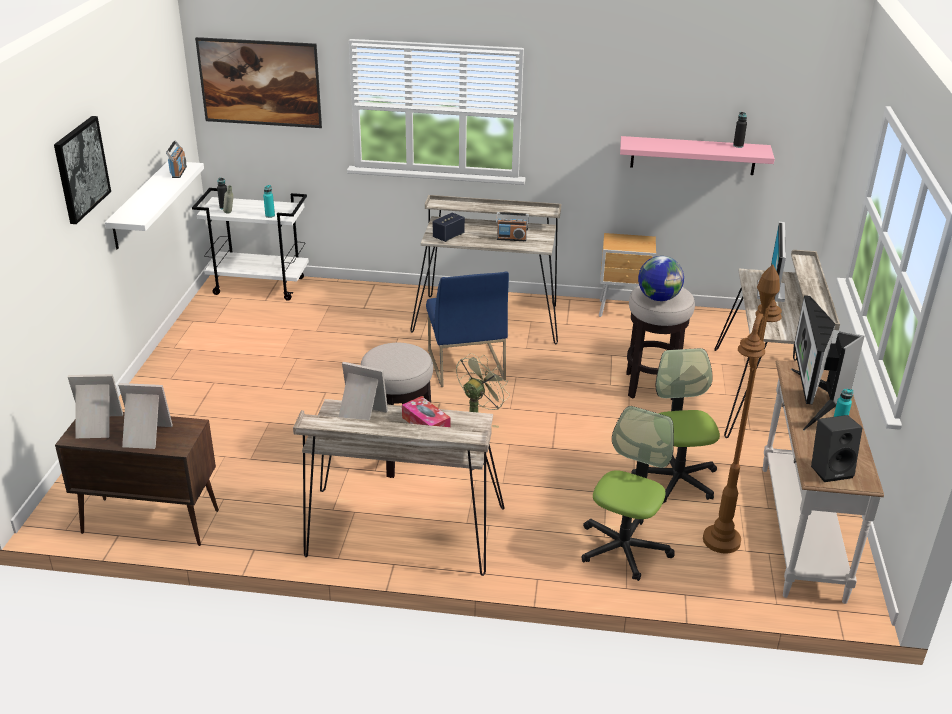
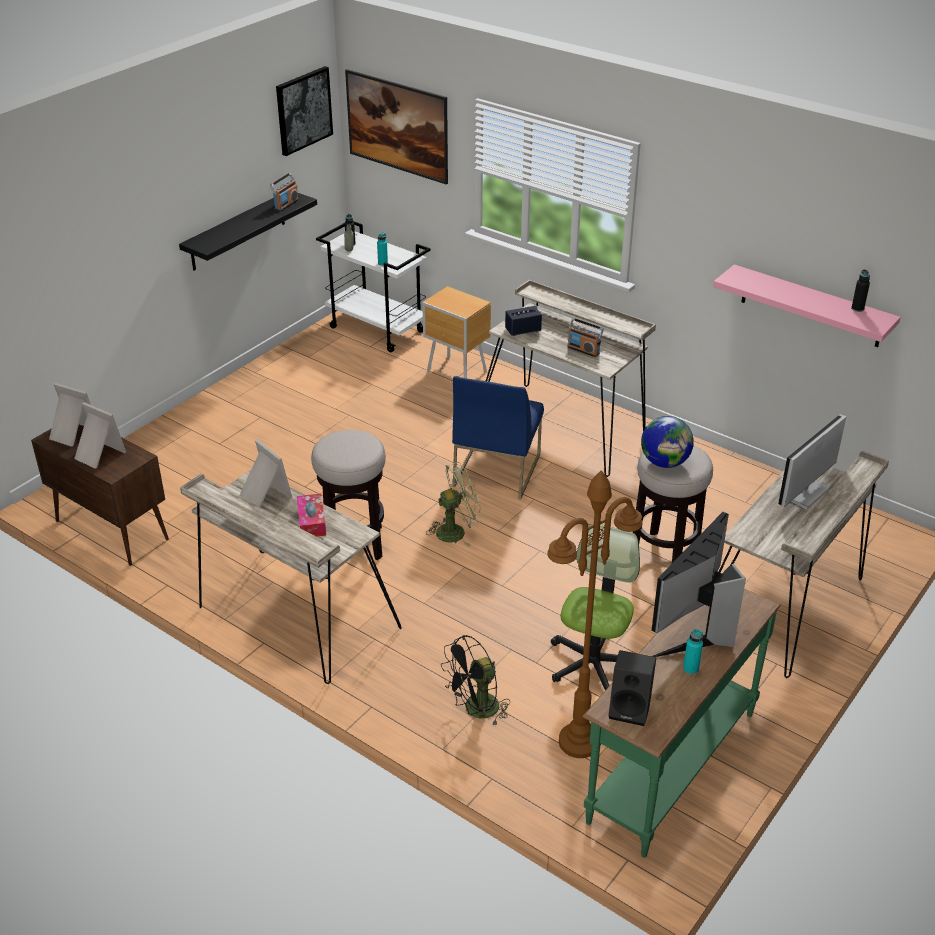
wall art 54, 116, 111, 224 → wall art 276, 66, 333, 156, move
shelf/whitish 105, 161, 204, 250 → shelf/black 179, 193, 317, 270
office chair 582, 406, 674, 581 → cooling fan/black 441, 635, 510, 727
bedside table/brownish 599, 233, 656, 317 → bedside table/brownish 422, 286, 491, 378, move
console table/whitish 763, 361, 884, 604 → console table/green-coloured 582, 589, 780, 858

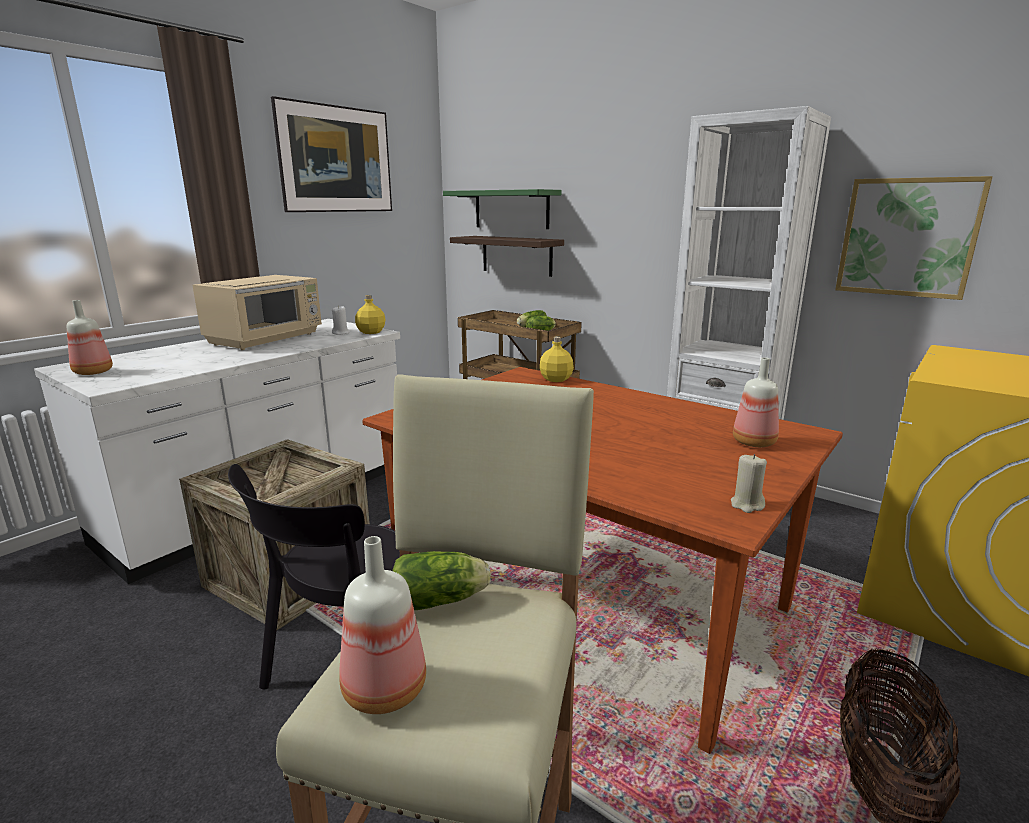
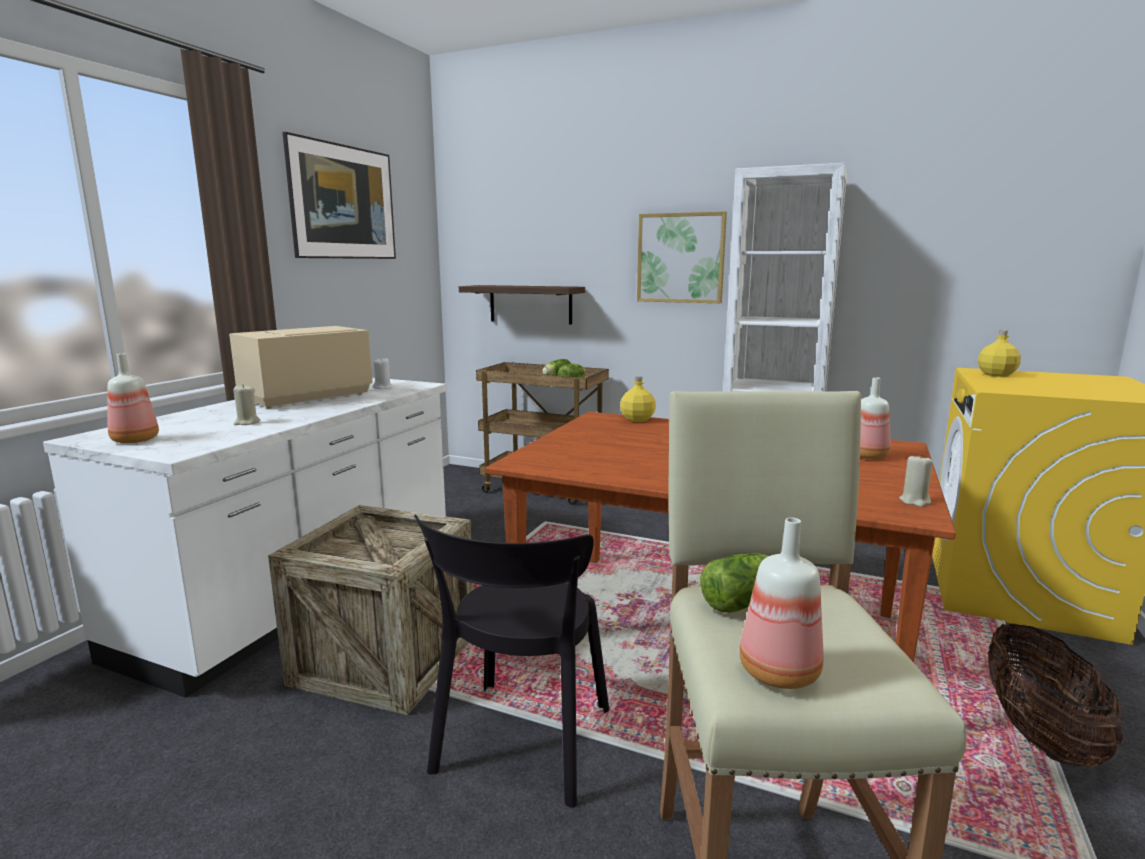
microwave oven/beige 192, 275, 322, 350 → microwave oven/beige 229, 326, 373, 409, 150 degrees counterclockwise
bottle/yellowish 355, 295, 385, 334 → bottle/yellowish 978, 330, 1021, 377, move
shelf/green-coloured 443, 189, 562, 229 → -
wall art 835, 176, 993, 300 → wall art 637, 211, 727, 303, move
- → candle/beige 234, 384, 260, 425

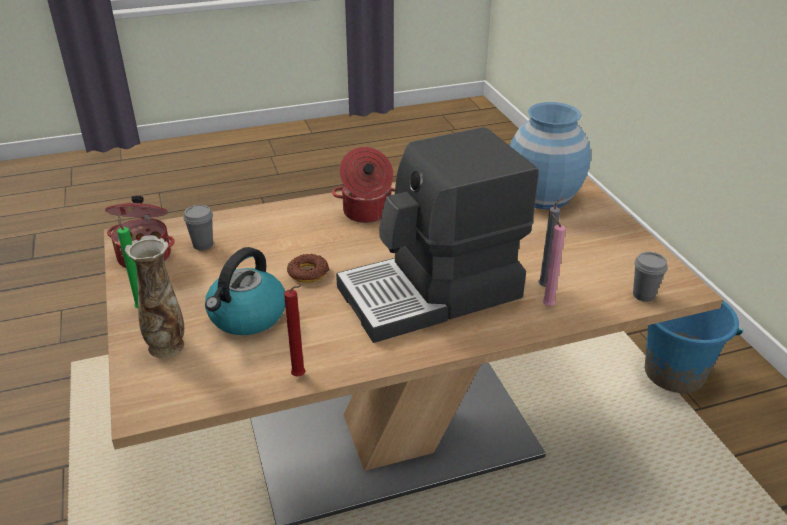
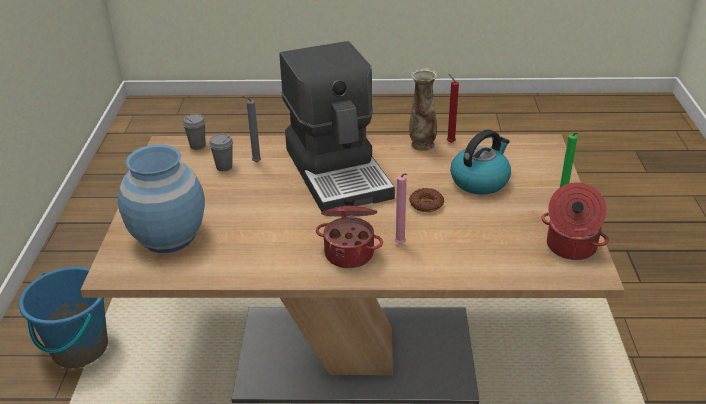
vase 125, 235, 184, 358 → vase 409, 68, 438, 151, move
drinking cup/gray 183, 205, 213, 250 → drinking cup/gray 209, 134, 233, 171, move
coffee maker 336, 127, 539, 343 → coffee maker 280, 41, 395, 212, 75 degrees clockwise
candle/pinkish 542, 214, 566, 306 → candle/pinkish 395, 173, 407, 244, move

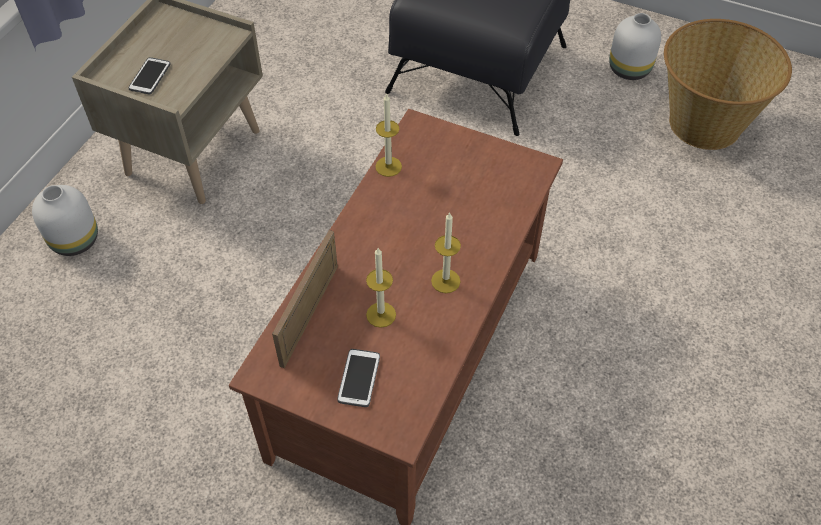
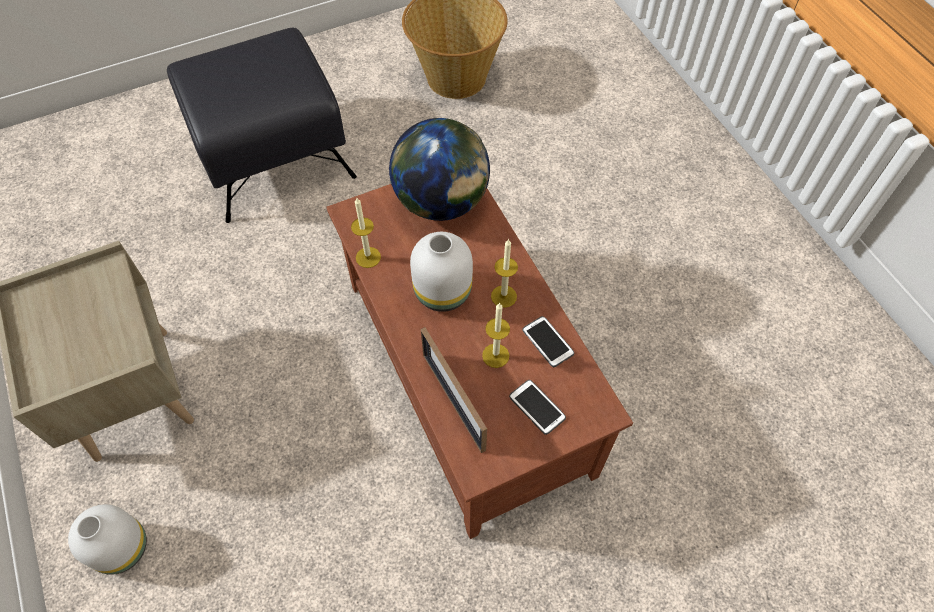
phone 128, 57, 171, 95 → phone 522, 316, 574, 367, move
vase/whitish 609, 13, 661, 80 → vase/whitish 410, 232, 473, 312, move
- → desk globe 389, 118, 490, 221

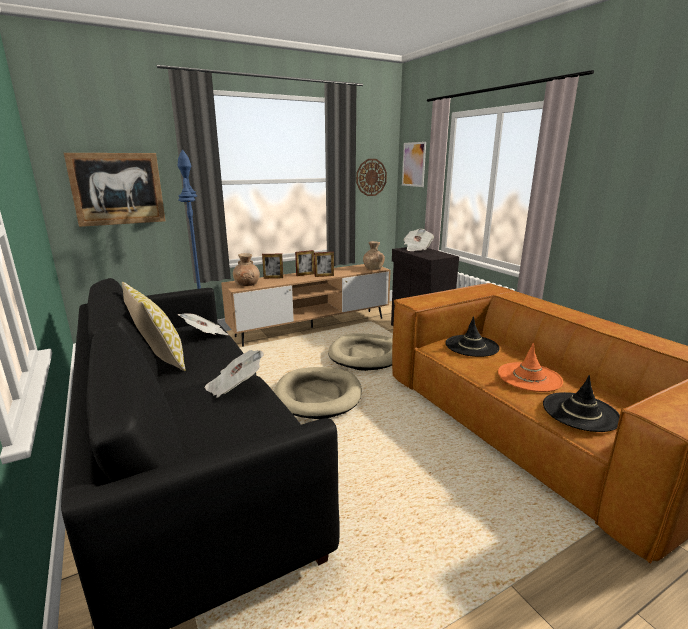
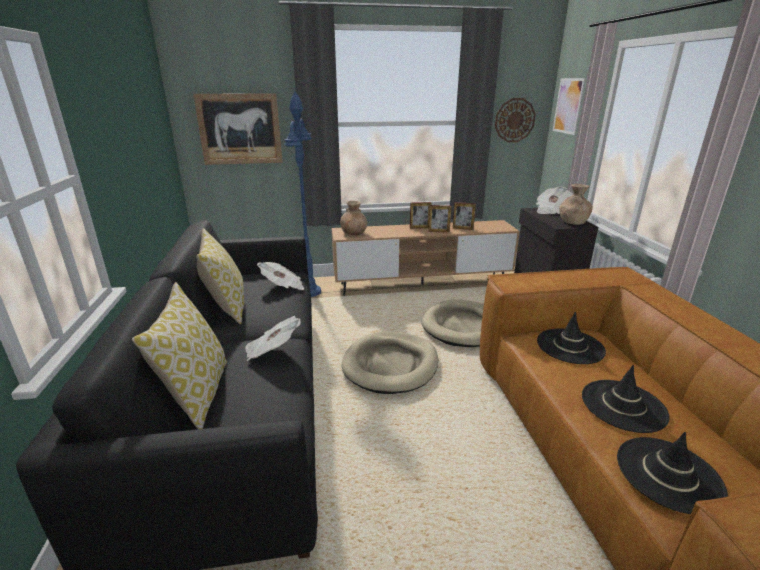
photo frame 262, 254, 283, 279 → photo frame 453, 202, 476, 230, move
vase/brownish 363, 241, 385, 270 → vase/brownish 559, 184, 593, 225, move
clothing hat/orange-coloured 498, 343, 563, 392 → clothing hat/black 582, 365, 670, 433
- → throw pillow 132, 282, 227, 429

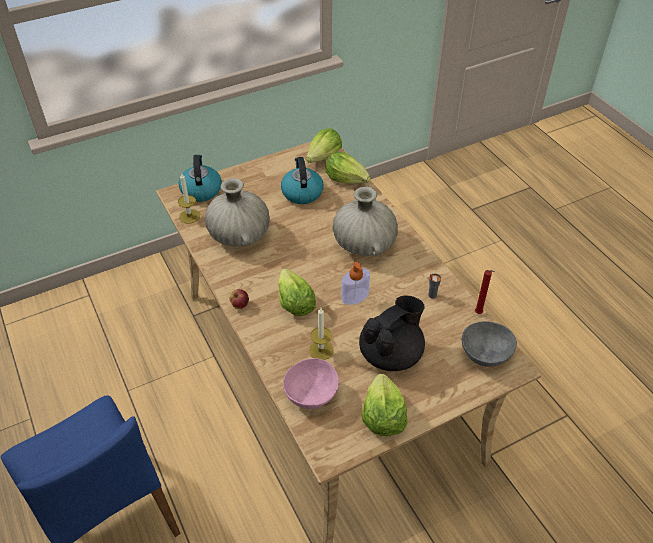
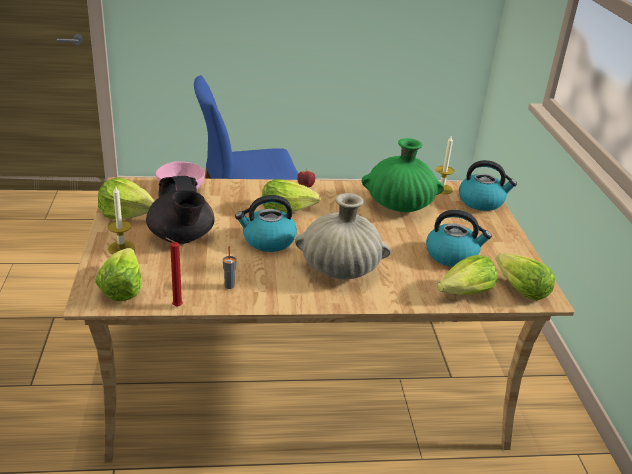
vase/beige 205, 178, 270, 247 → vase/green-coloured 362, 138, 444, 212
candle 309, 308, 334, 360 → candle 108, 185, 135, 255, move
soap dispenser 341, 262, 370, 305 → kettle 235, 195, 297, 252
serving bowl/gray 462, 321, 517, 367 → head of lettuce 95, 248, 142, 301

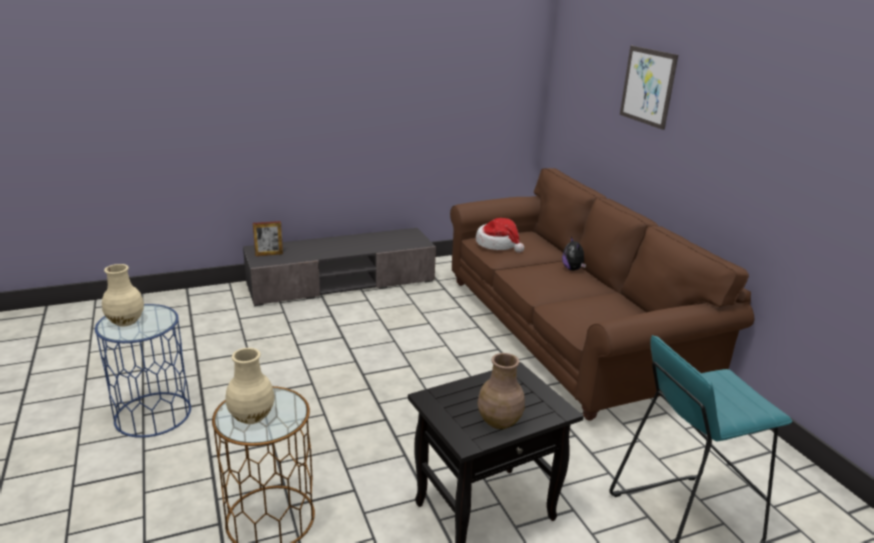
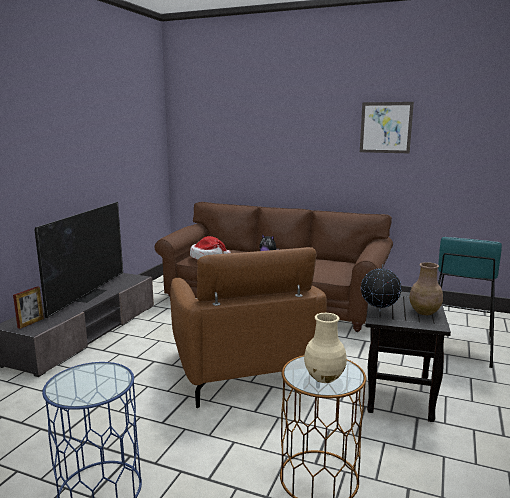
vase/beige 102, 264, 144, 327 → -
wall art 620, 46, 678, 130 → wall art 360, 102, 414, 153, move
- → TV 35, 202, 123, 318
- → easy chair/brownish 170, 247, 327, 408
- → desk globe 361, 264, 401, 312

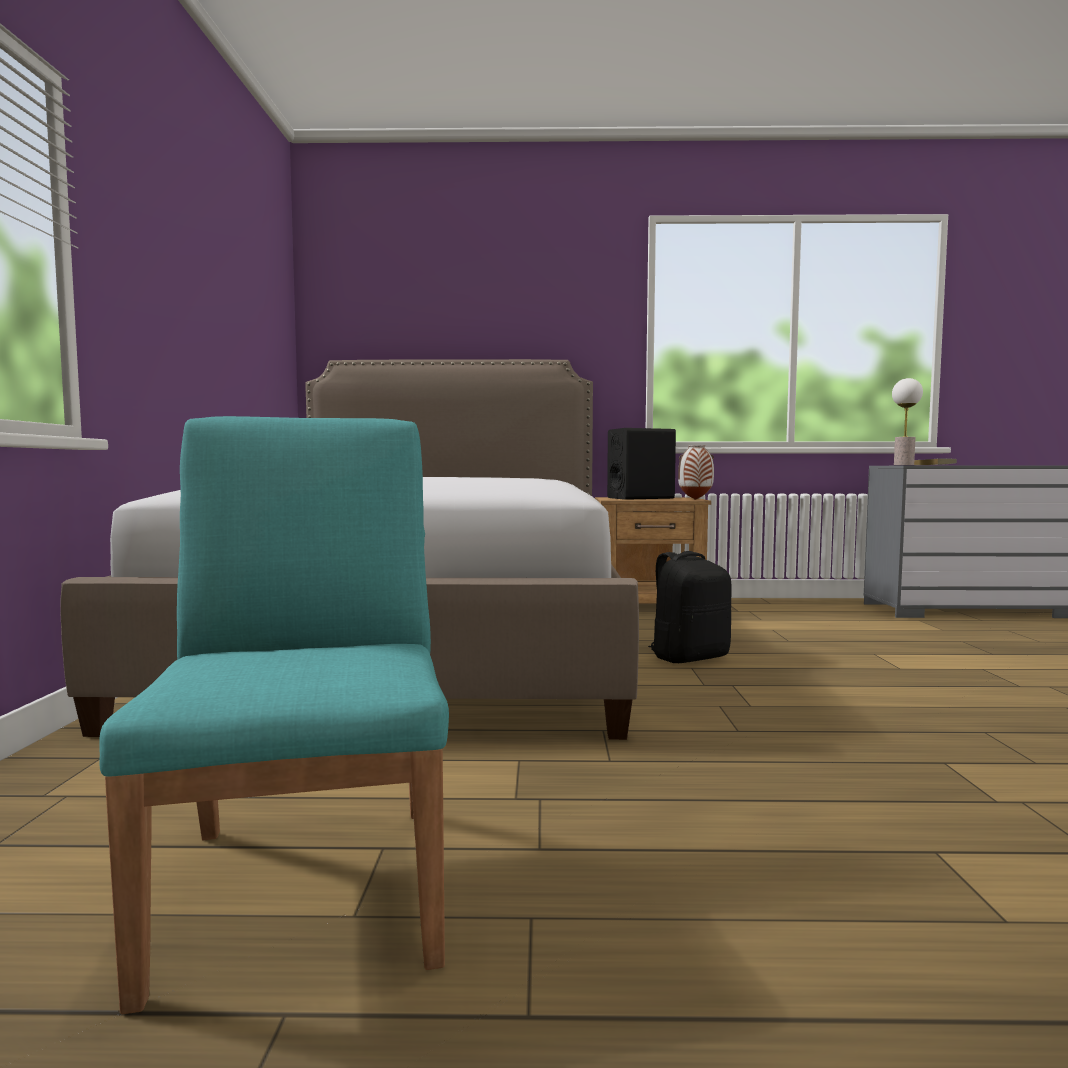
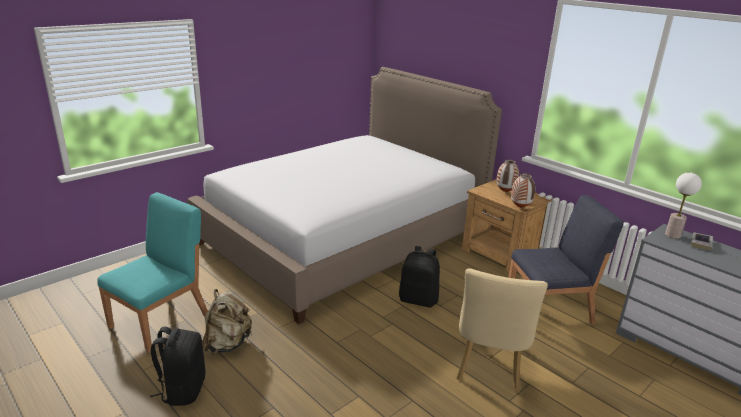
speaker/black 607, 428, 676, 500 → vase 496, 160, 519, 192
- → rucksack/black 150, 327, 205, 406
- → rucksack/beige 202, 289, 252, 355
- → plain chair/beige 456, 268, 548, 393
- → plain chair/blue 509, 195, 623, 325

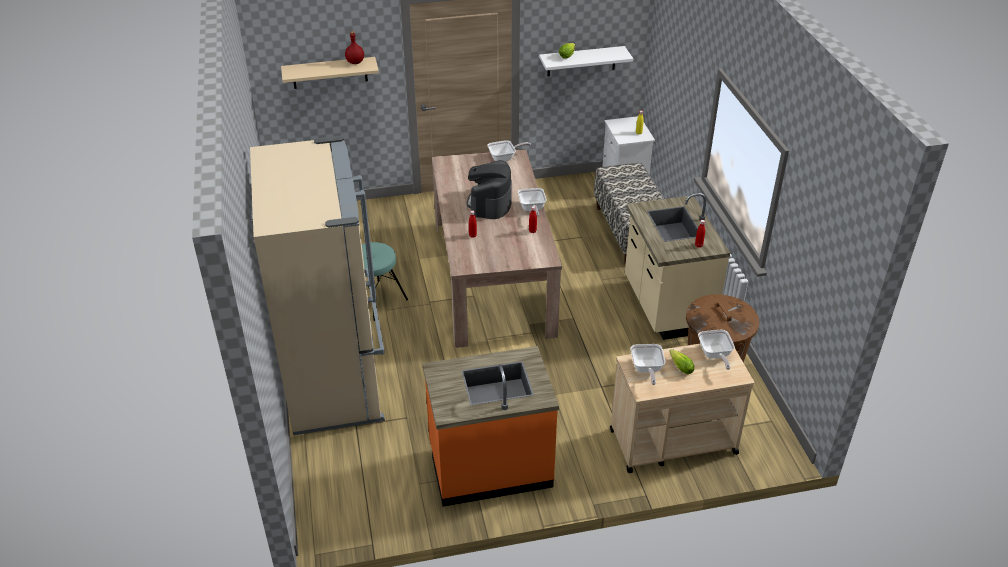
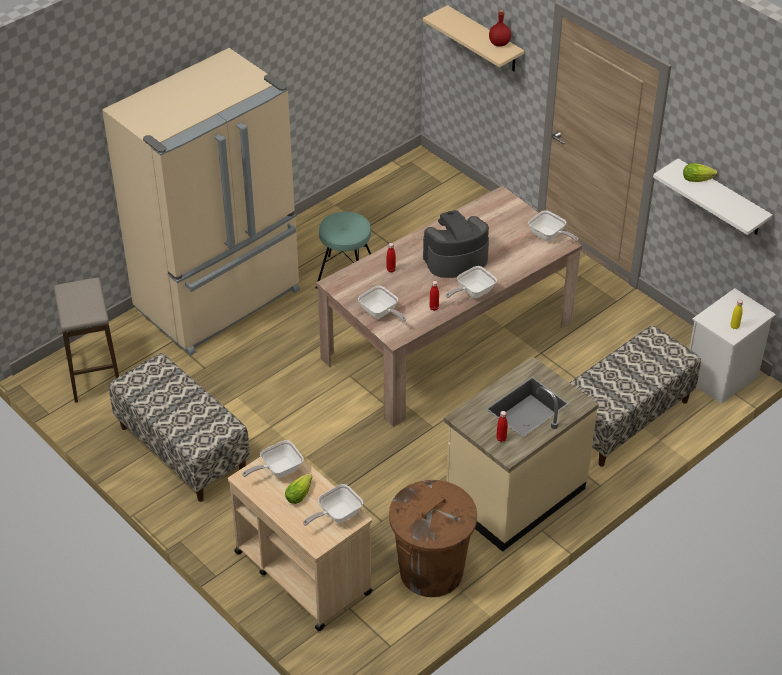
kitchen base unit/orange-coloured 423, 346, 559, 507 → indoor bench 109, 353, 250, 502
- → sitting stool 54, 278, 119, 403
- → frying pan 358, 286, 406, 322

